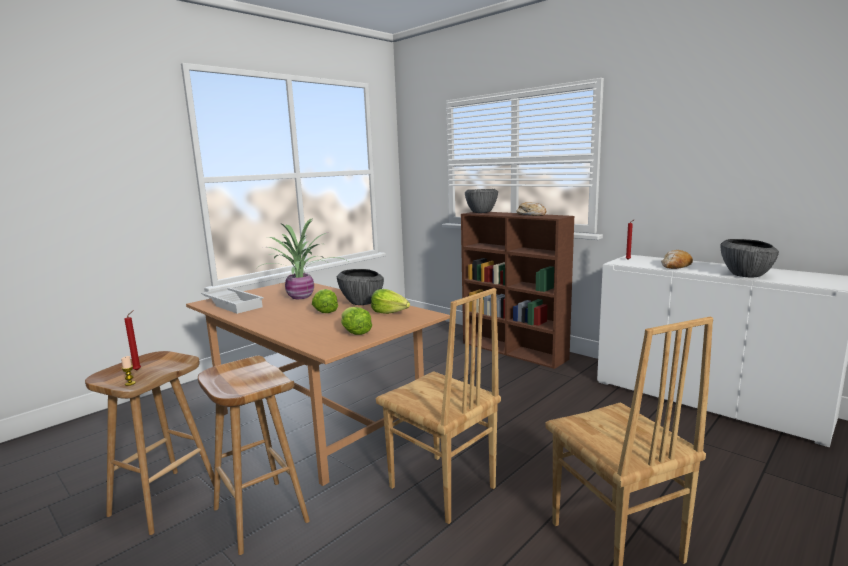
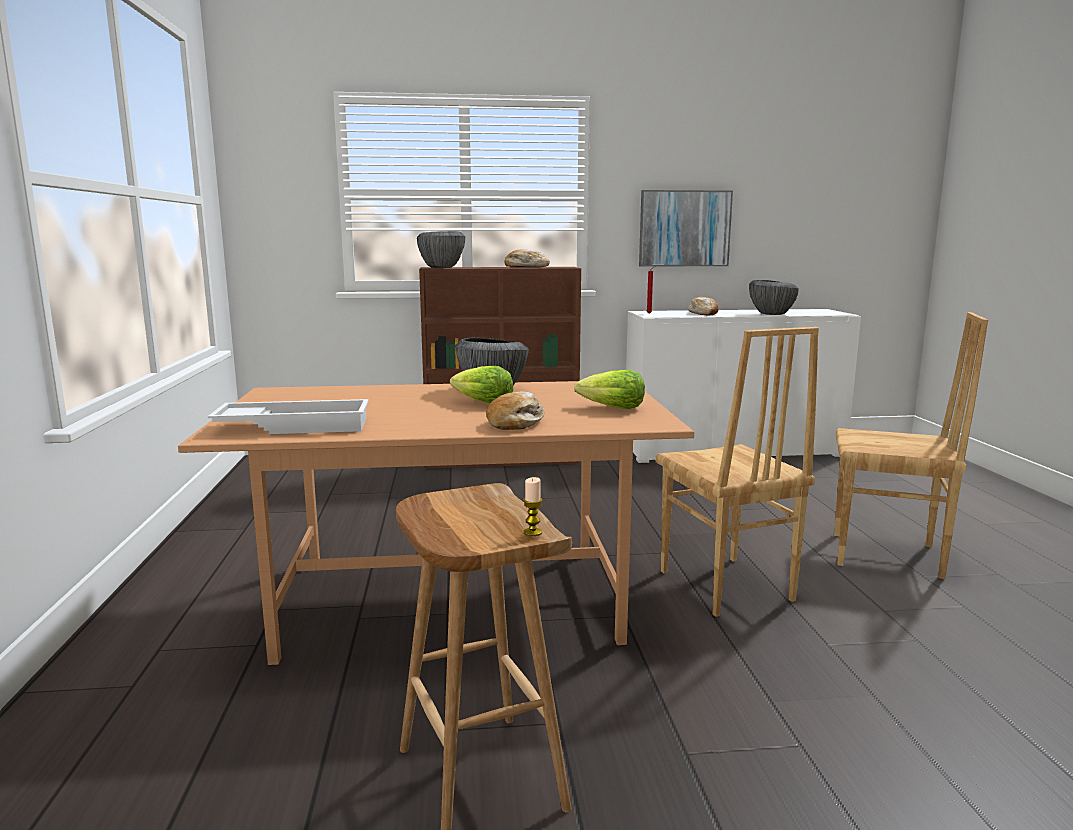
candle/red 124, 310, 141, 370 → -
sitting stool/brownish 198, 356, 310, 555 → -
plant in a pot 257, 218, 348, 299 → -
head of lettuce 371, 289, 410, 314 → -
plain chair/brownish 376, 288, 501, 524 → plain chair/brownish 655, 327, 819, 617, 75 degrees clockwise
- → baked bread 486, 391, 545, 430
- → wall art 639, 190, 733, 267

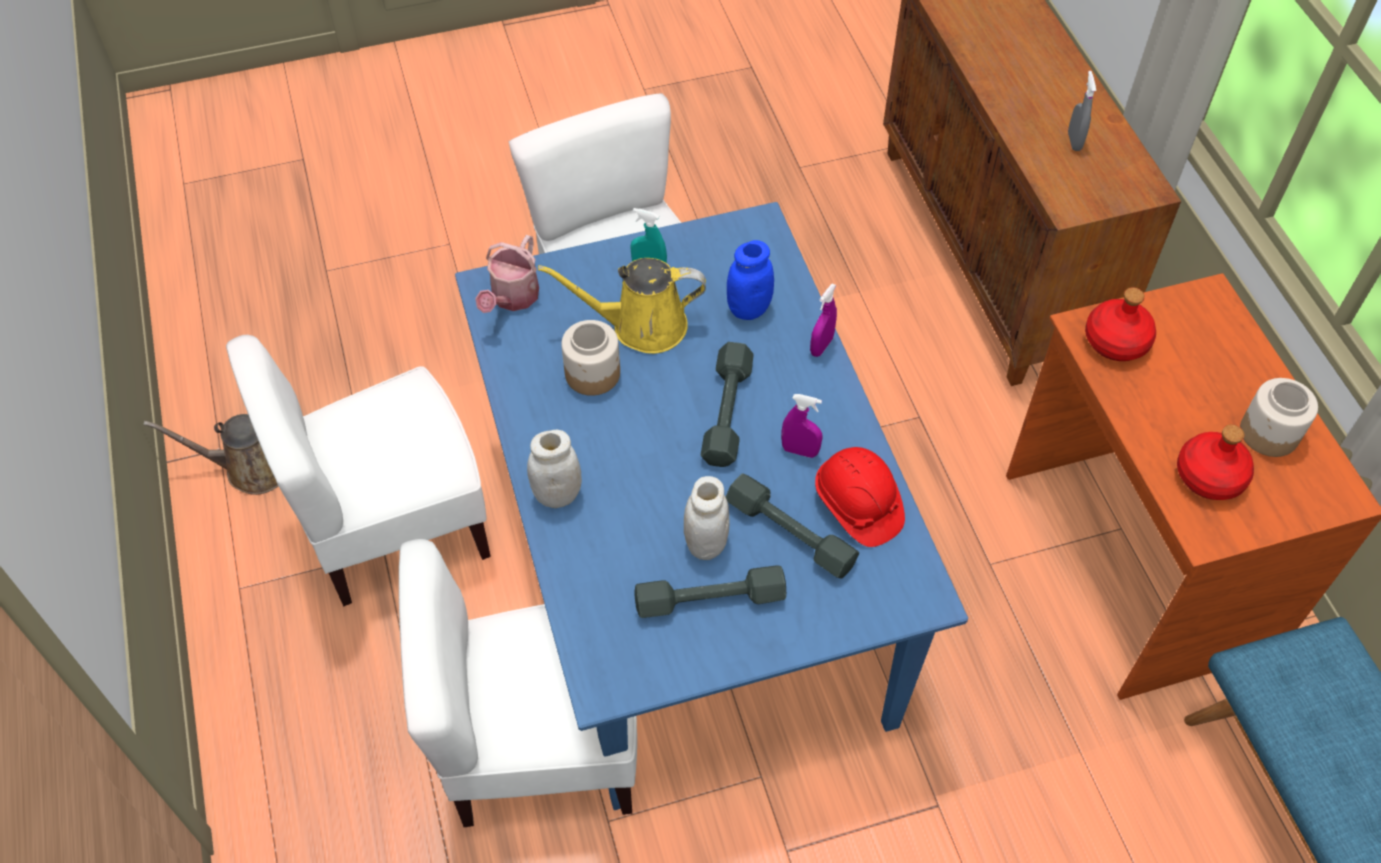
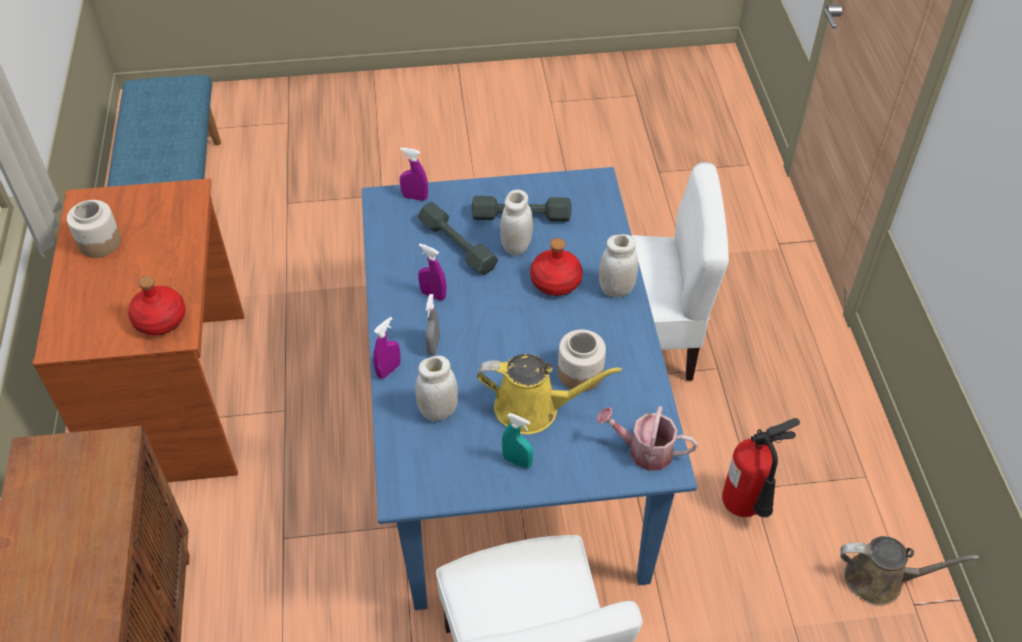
plain chair/whitish 226, 335, 491, 606 → fire extinguisher 722, 418, 800, 517
watering pot 475, 235, 539, 313 → watering pot 596, 406, 698, 471, 105 degrees counterclockwise
hand weight/gray 701, 342, 753, 467 → -
storage jar/blue 727, 240, 774, 320 → storage jar/whitish 416, 356, 458, 421
work helmet/red 815, 447, 905, 547 → -
hand sprayer/gray 1068, 71, 1096, 151 → hand sprayer/gray 425, 294, 440, 356, move
bottle/red 1177, 424, 1254, 500 → bottle/red 530, 238, 583, 296, move
- → hand sprayer/purple-coloured 400, 148, 428, 201

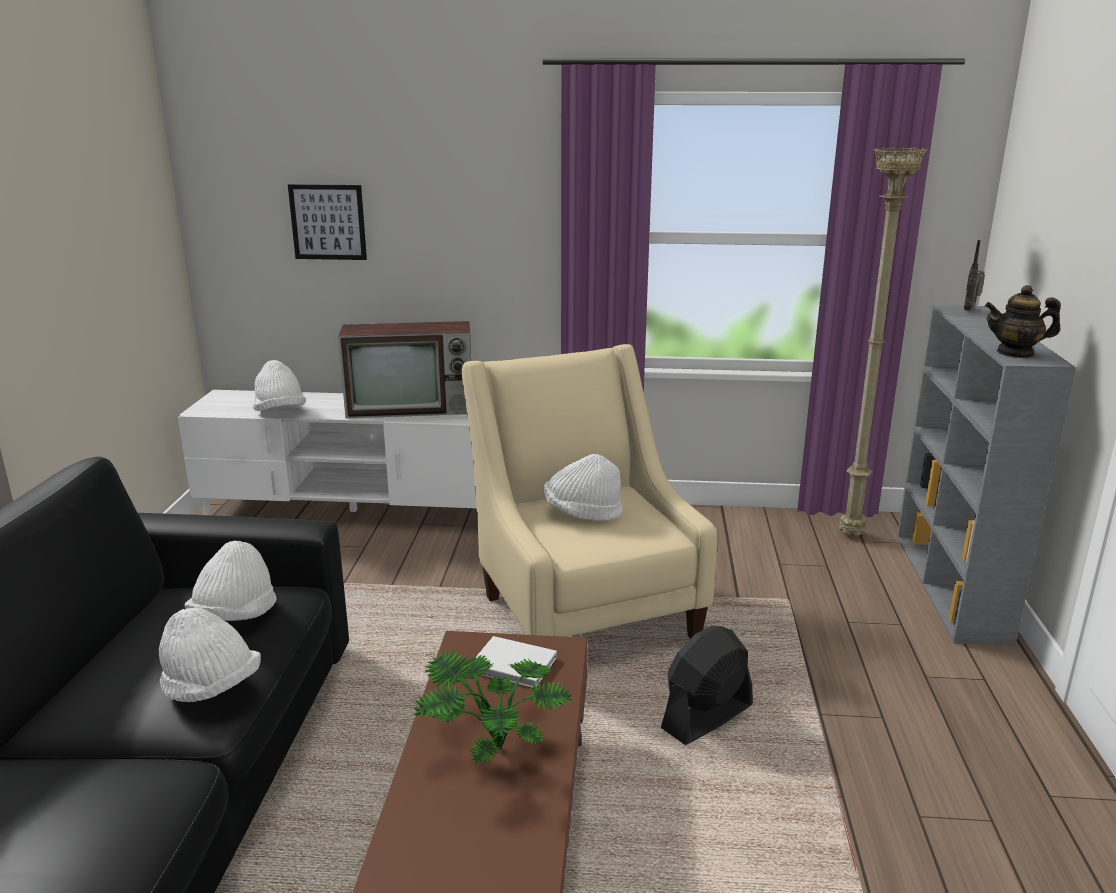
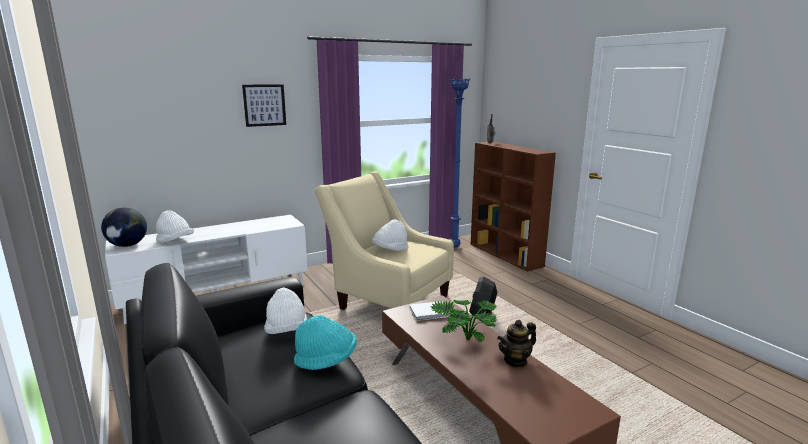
clothing hat/whitish 159, 608, 261, 702 → clothing hat/turquoise 294, 315, 357, 370
wall art 288, 184, 367, 260 → wall art 242, 84, 286, 127, move
TV 338, 321, 471, 419 → -
floor lamp/beige 839, 147, 927, 536 → floor lamp/blue 449, 79, 470, 248
bookcase/gray 897, 305, 1076, 646 → bookcase/brownish 471, 141, 556, 272
tea pot 985, 285, 1061, 358 → tea pot 497, 320, 536, 368, move
- → desk globe 101, 207, 147, 247

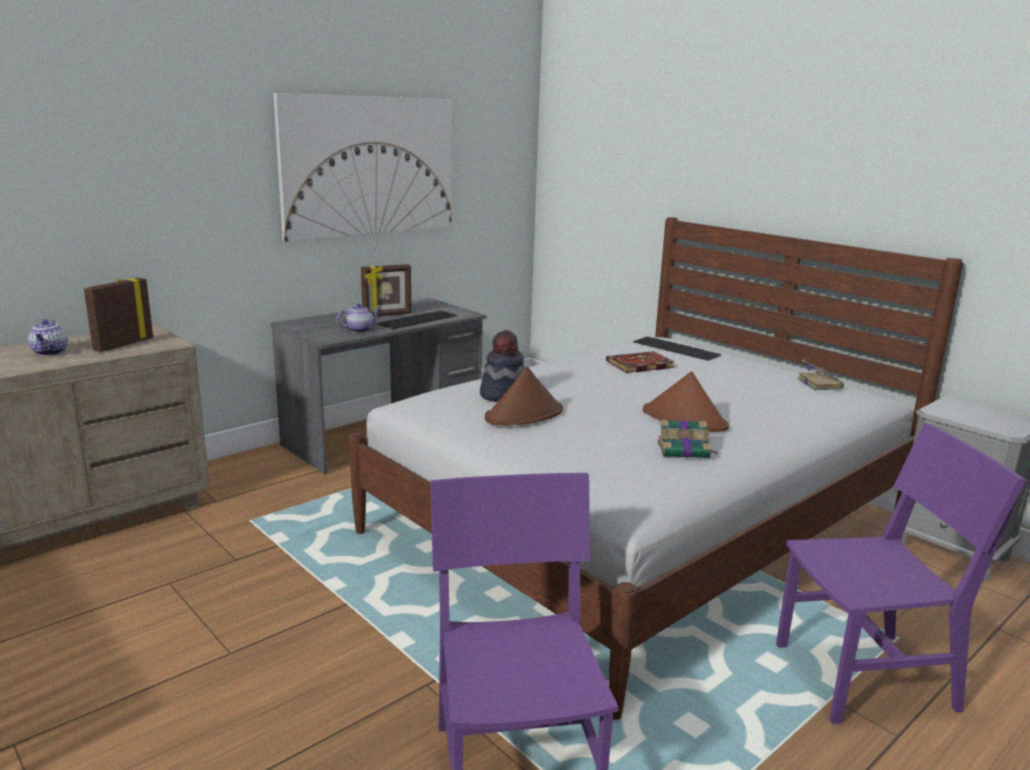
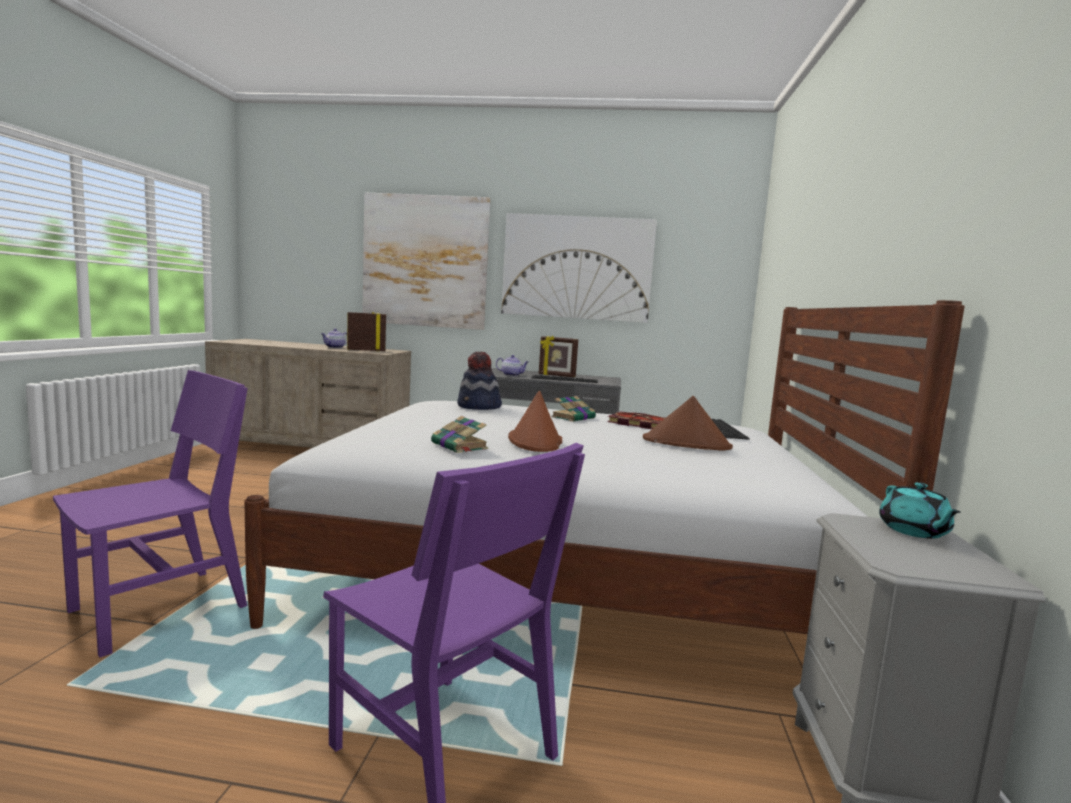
clothing hat/brownish 485, 366, 563, 426 → clothing hat/brownish 643, 396, 733, 450, move
volume 797, 360, 844, 390 → volume 551, 396, 596, 422, move
- → wall art 362, 192, 491, 330
- → tea pot/turquoise 879, 482, 961, 539

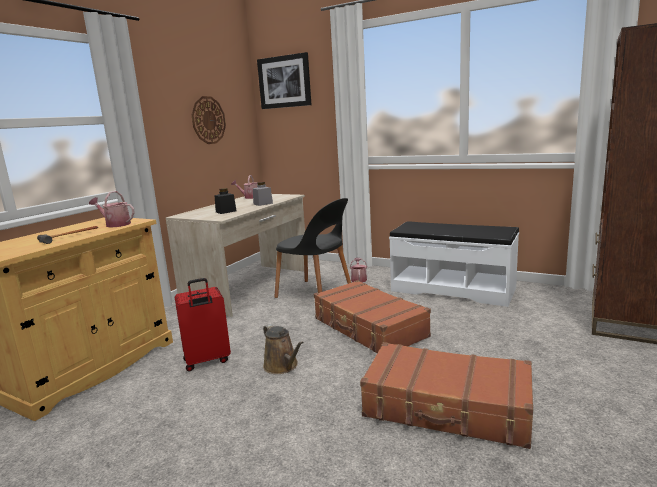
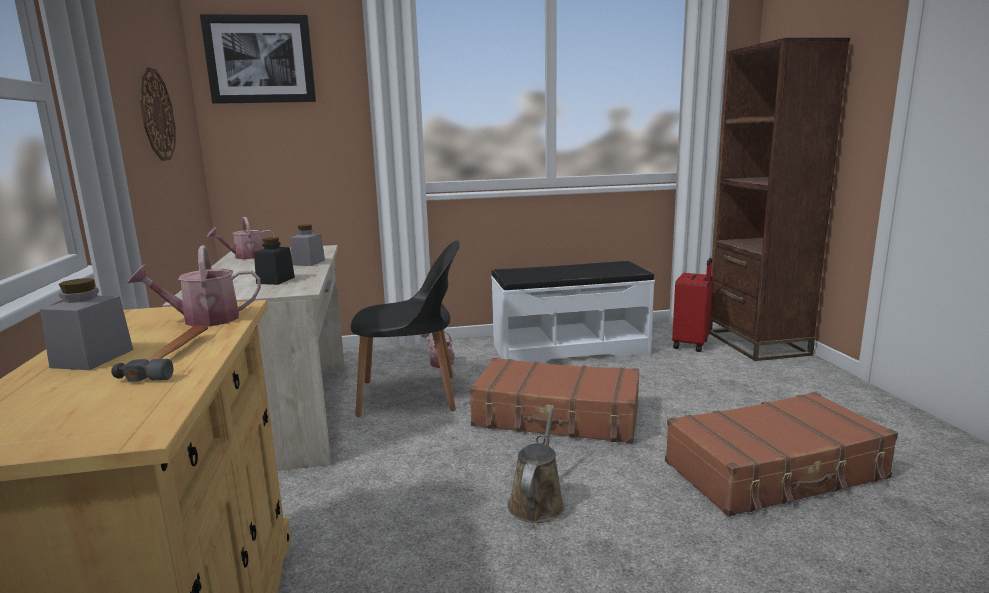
piece of luggage/red 175, 278, 231, 372 → piece of luggage/red 672, 258, 714, 352, move
watering pot/brownish 263, 324, 304, 374 → watering pot/brownish 508, 405, 565, 523, 90 degrees counterclockwise
- → storage jar/gray 40, 278, 133, 370

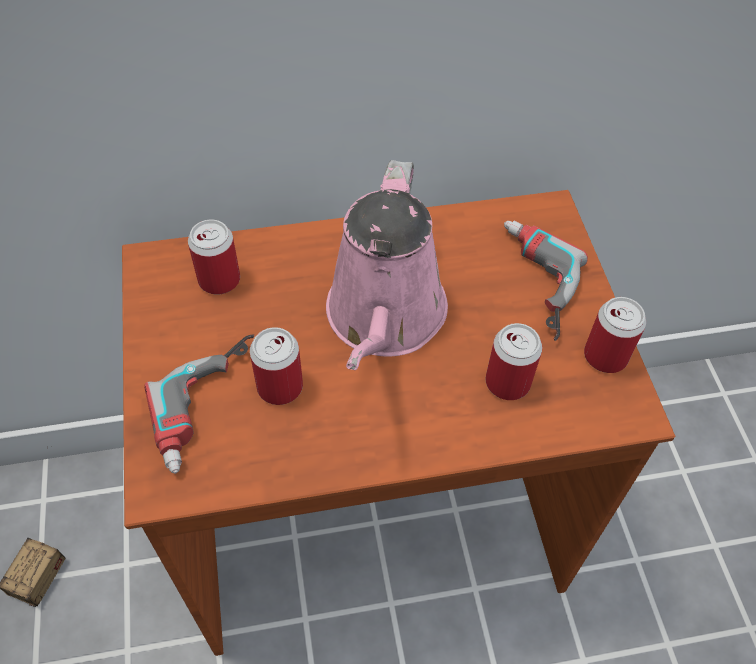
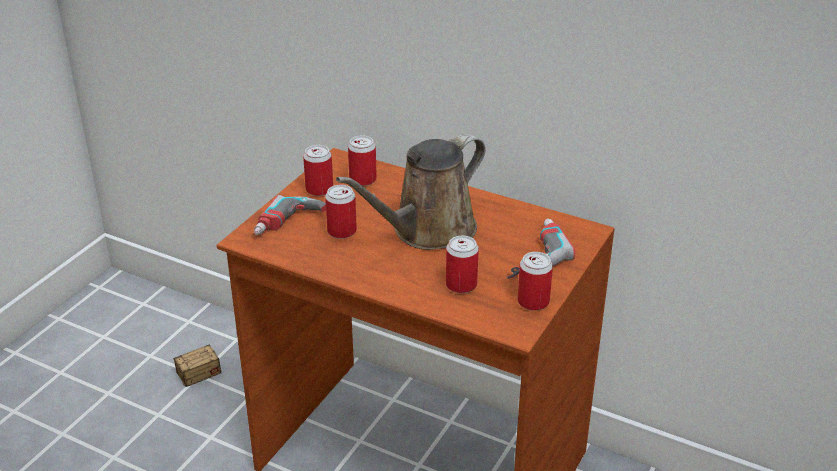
watering pot/pinkish 326, 160, 448, 370 → watering pot/brownish 336, 134, 486, 250
- → can 303, 145, 333, 196

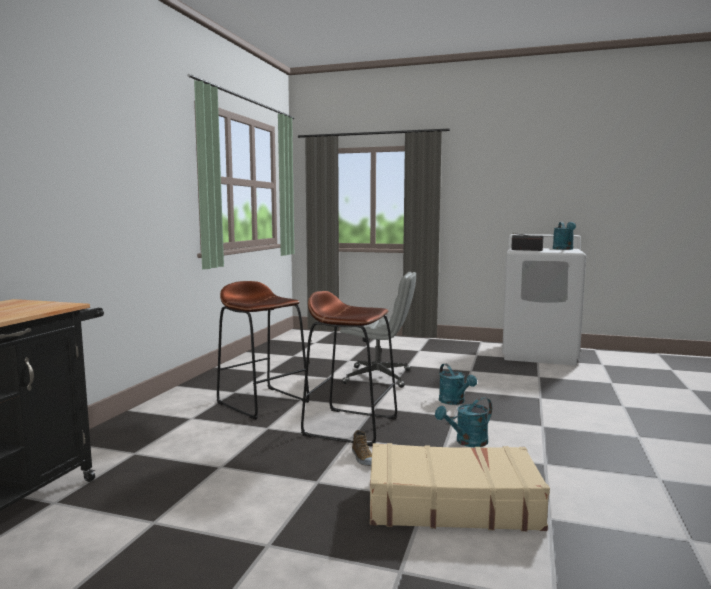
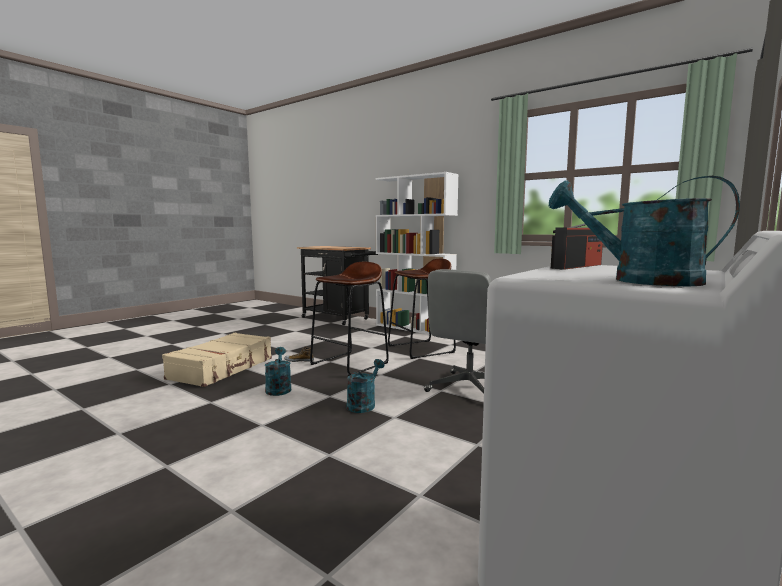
watering pot/turquoise 439, 364, 477, 405 → watering pot/turquoise 347, 359, 385, 413, 120 degrees clockwise
- → bookcase/whitish 375, 172, 459, 335

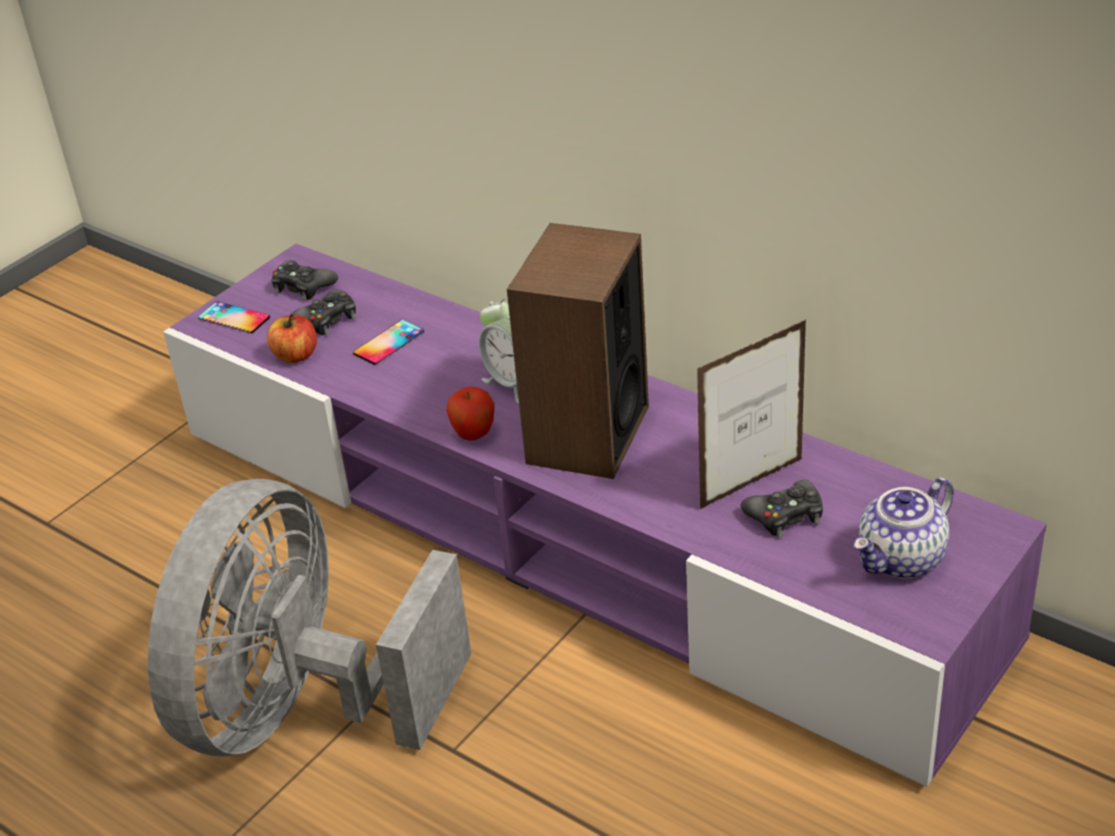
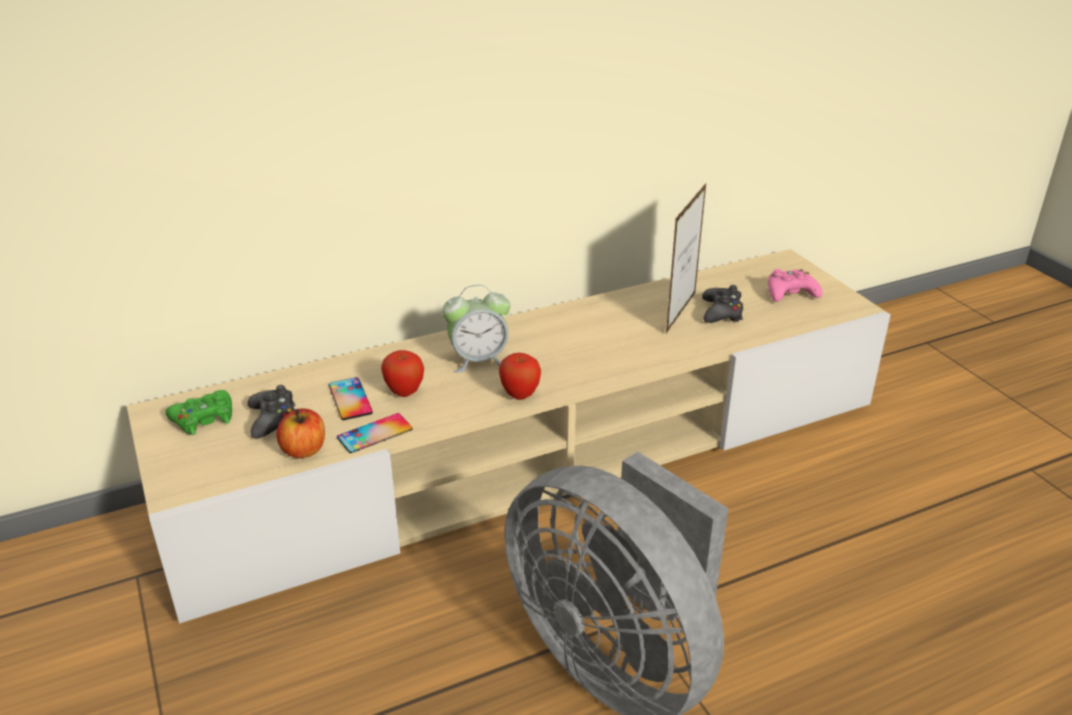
tv unit/purple-coloured 163, 244, 1047, 787 → tv unit/beige 127, 249, 891, 624
phone 198, 301, 270, 333 → phone 337, 413, 412, 453, move
gamepad/black 272, 260, 338, 301 → gamepad/green-coloured 166, 390, 232, 435
speaker 507, 223, 649, 479 → -
photo frame 697, 320, 806, 509 → photo frame 666, 183, 706, 333, 150 degrees counterclockwise
tea pot 854, 477, 954, 579 → gamepad/pinkish 768, 269, 823, 302
- → apple fruit 381, 350, 424, 397

